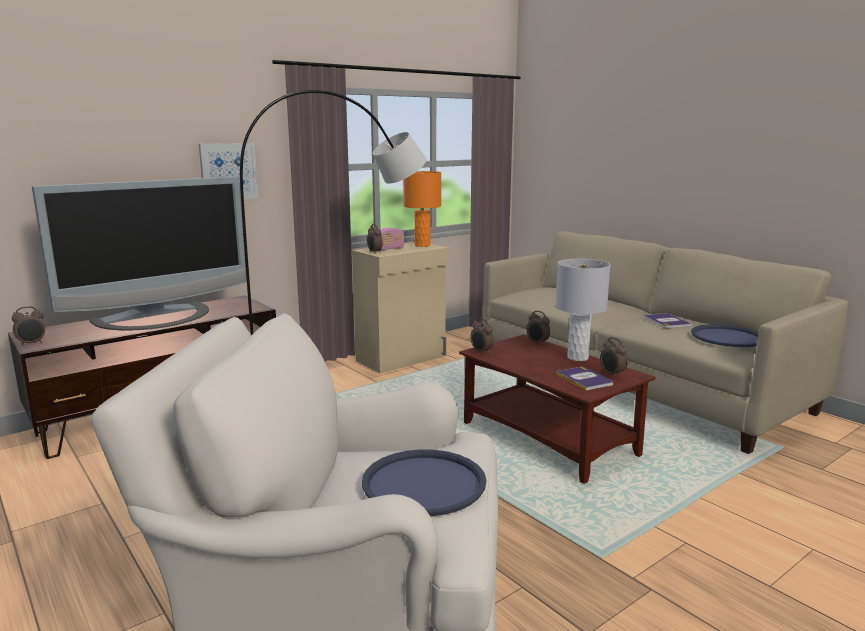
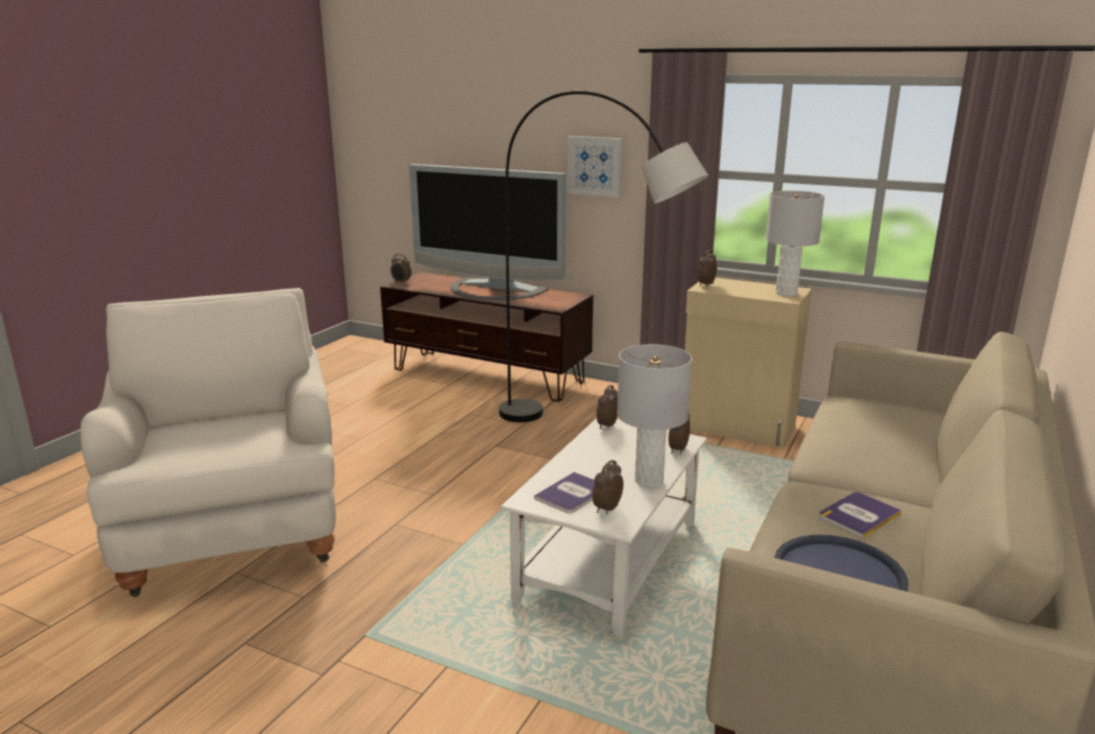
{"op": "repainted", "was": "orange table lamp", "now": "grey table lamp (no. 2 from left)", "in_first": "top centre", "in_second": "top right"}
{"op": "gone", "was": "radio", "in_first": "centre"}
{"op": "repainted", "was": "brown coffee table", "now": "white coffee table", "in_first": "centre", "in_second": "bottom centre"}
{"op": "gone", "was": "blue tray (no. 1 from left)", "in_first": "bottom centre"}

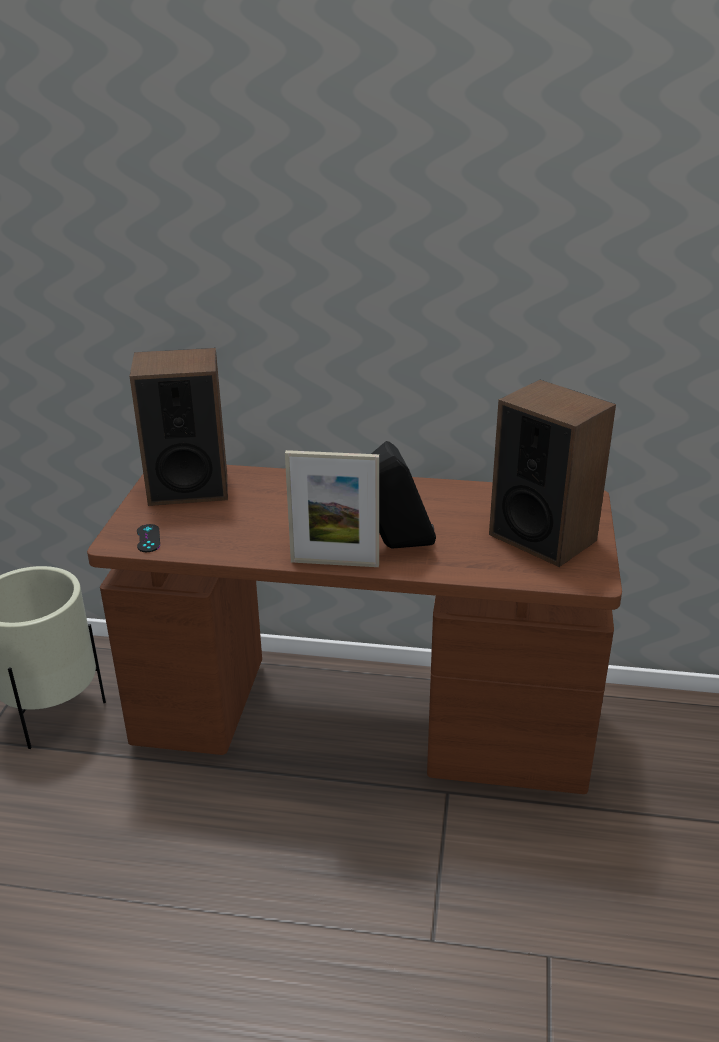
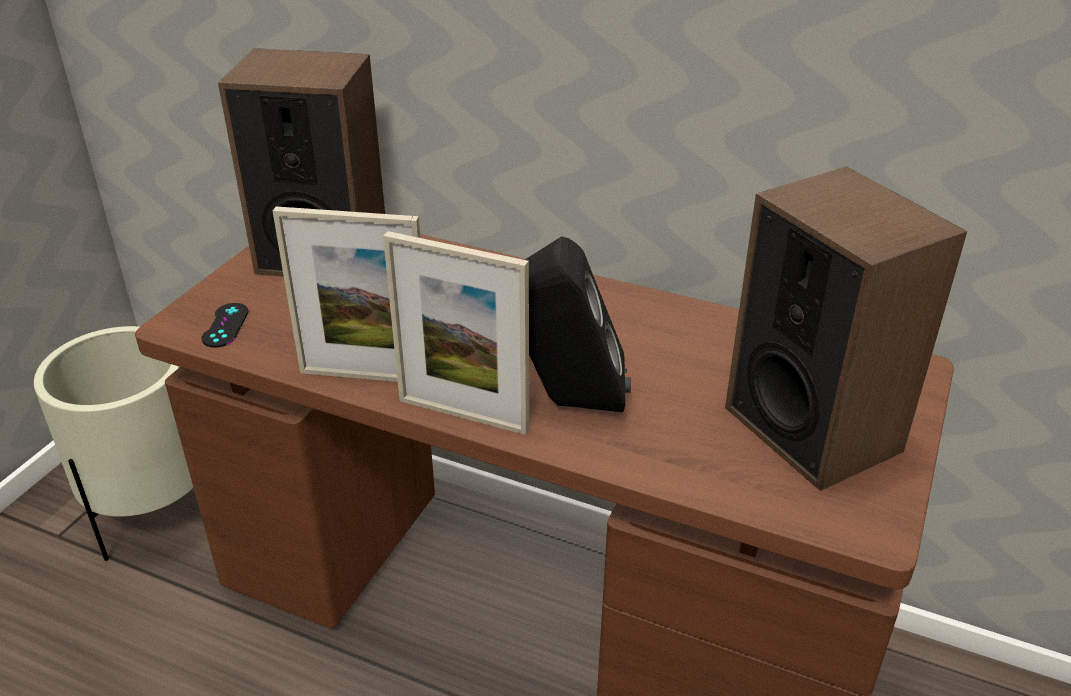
{"op": "new", "now": "picture frame (no. 1 from left)", "in_second": "middle left"}

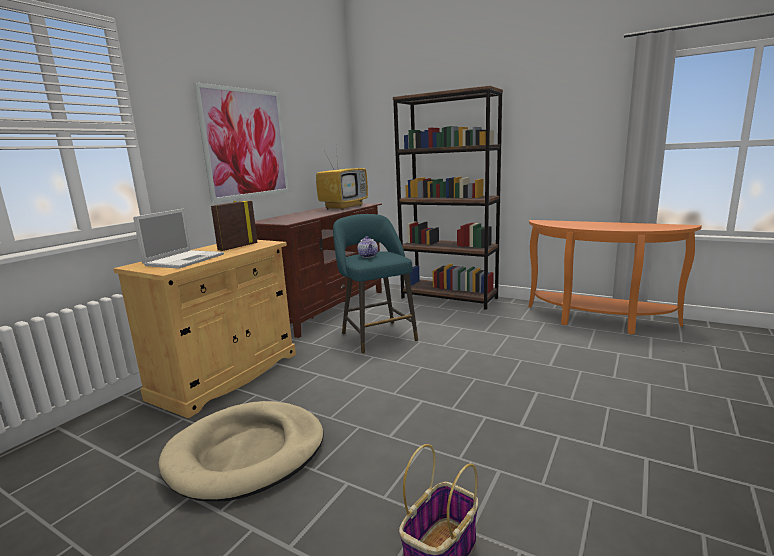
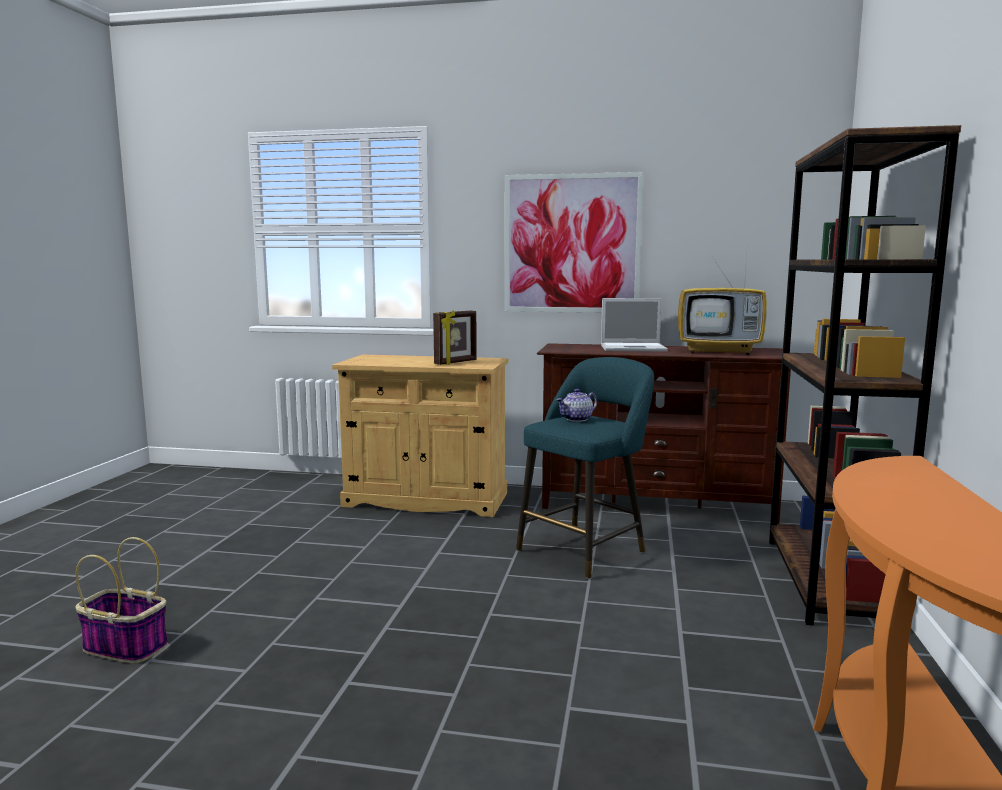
{"op": "rotated", "was": "picture frame", "in_first": "middle left", "in_second": "centre", "clockwise": 120}
{"op": "shifted", "was": "laptop", "in_first": "middle left", "in_second": "centre"}
{"op": "gone", "was": "beige dog bed", "in_first": "bottom left"}

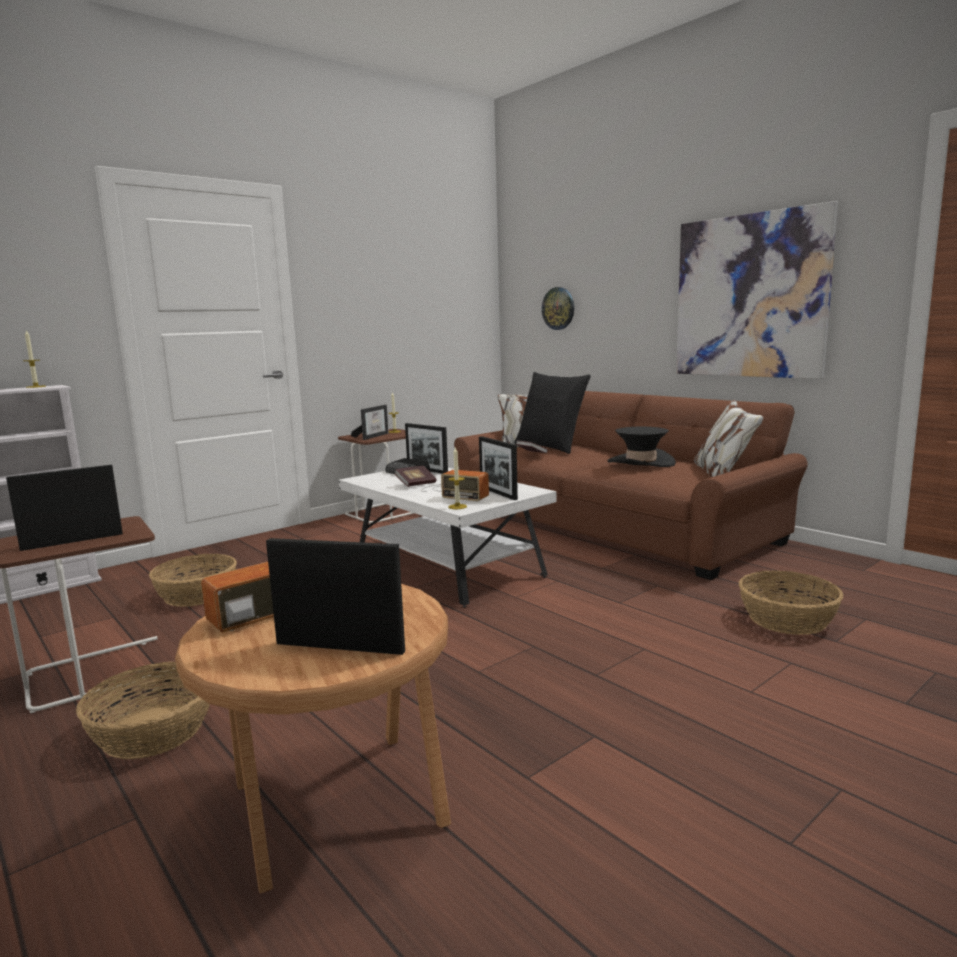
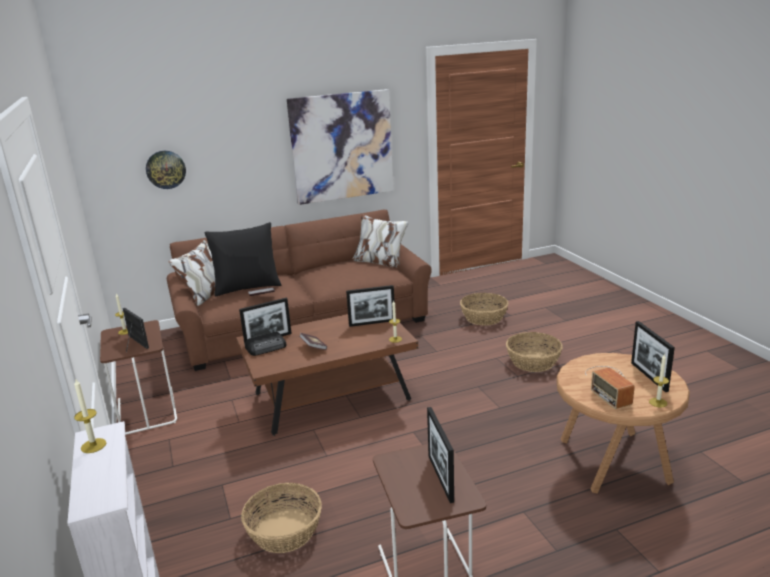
{"op": "gone", "was": "black hat", "in_first": "middle right"}
{"op": "repainted", "was": "white coffee table", "now": "brown coffee table", "in_first": "centre", "in_second": "centre"}
{"op": "gone", "was": "radio (no. 3 from left)", "in_first": "centre"}
{"op": "rotated", "was": "picture frame (no. 2 from left in the first image)", "in_first": "centre", "in_second": "middle right", "clockwise": -45}
{"op": "shifted", "was": "basket (no. 1 from left in the first image)", "now": "basket (no. 3 from left)", "in_first": "bottom left", "in_second": "middle right"}
{"op": "new", "now": "candle (no. 4 from left)", "in_second": "middle right"}

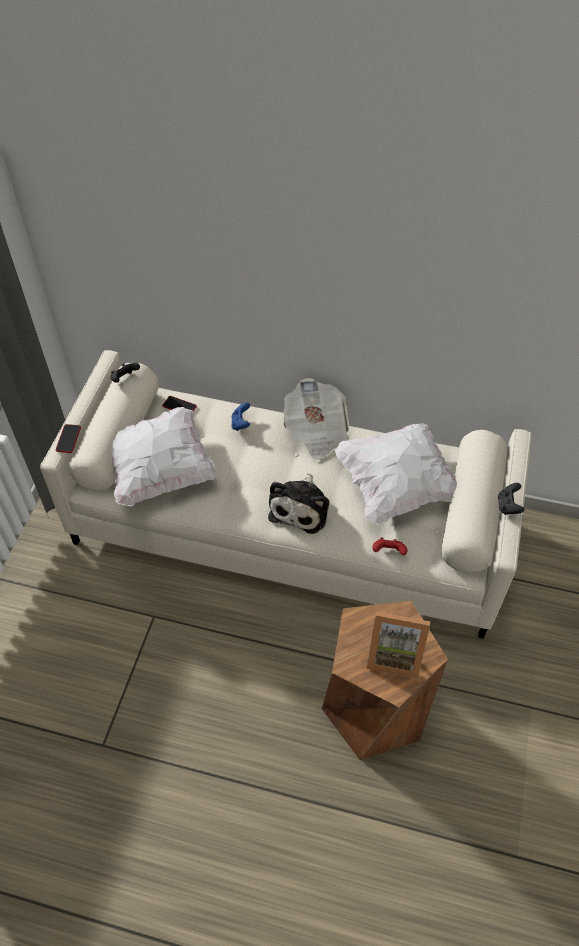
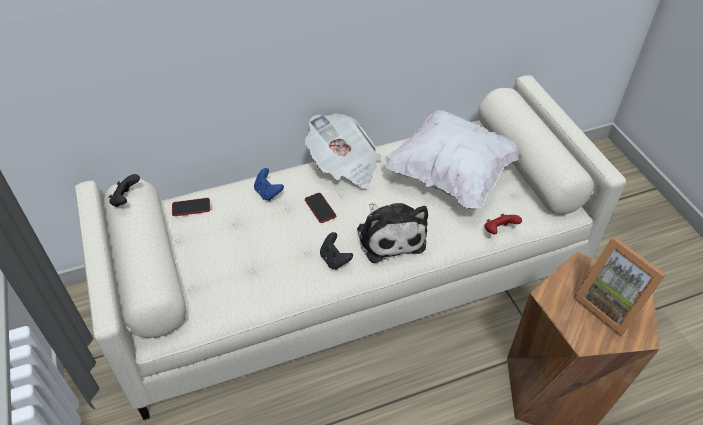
{"op": "gone", "was": "white pillow (no. 1 from left)", "in_first": "middle left"}
{"op": "shifted", "was": "phone (no. 1 from left in the first image)", "now": "phone (no. 2 from left)", "in_first": "middle left", "in_second": "centre"}
{"op": "shifted", "was": "black game controller (no. 2 from left)", "in_first": "middle right", "in_second": "centre"}
{"op": "rotated", "was": "picture frame", "in_first": "bottom right", "in_second": "bottom right", "clockwise": 75}

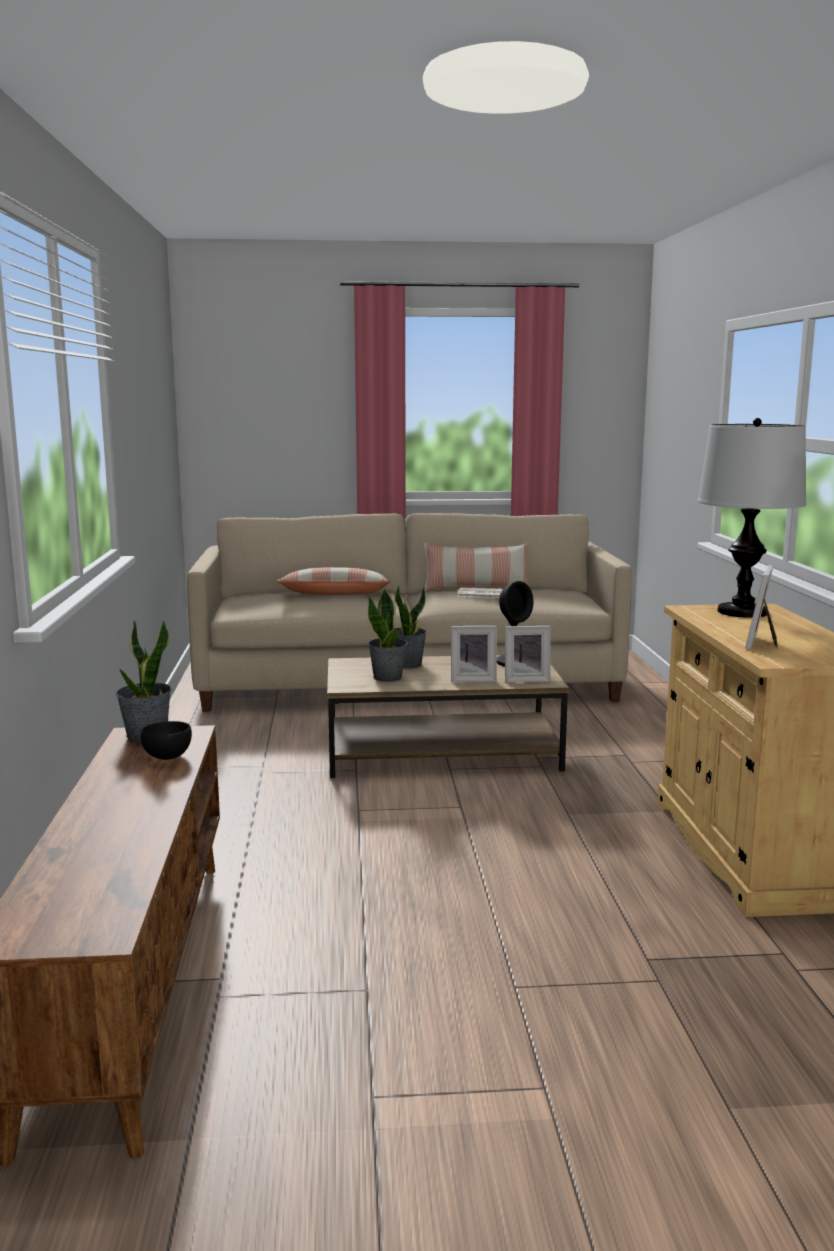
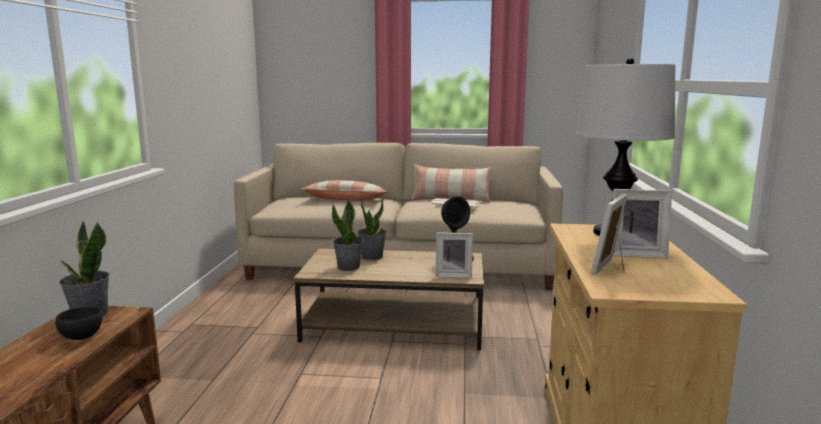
{"op": "shifted", "was": "picture frame (no. 1 from left in the first image)", "now": "picture frame (no. 3 from left)", "in_first": "centre", "in_second": "middle right"}

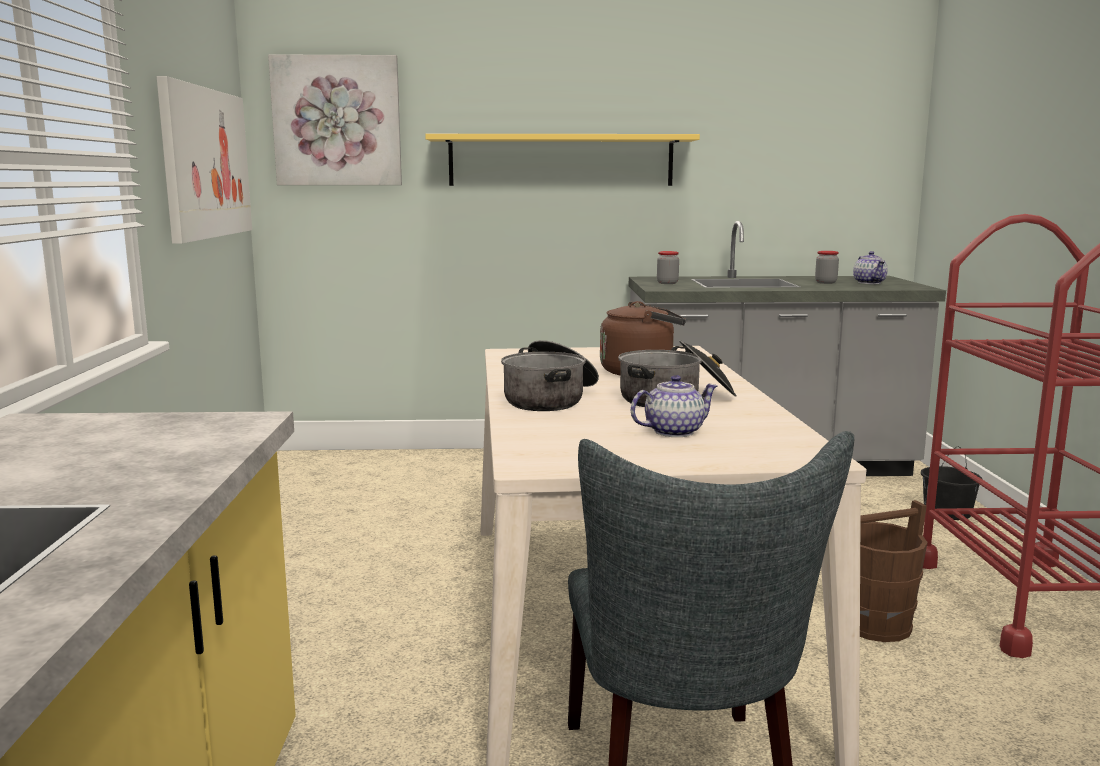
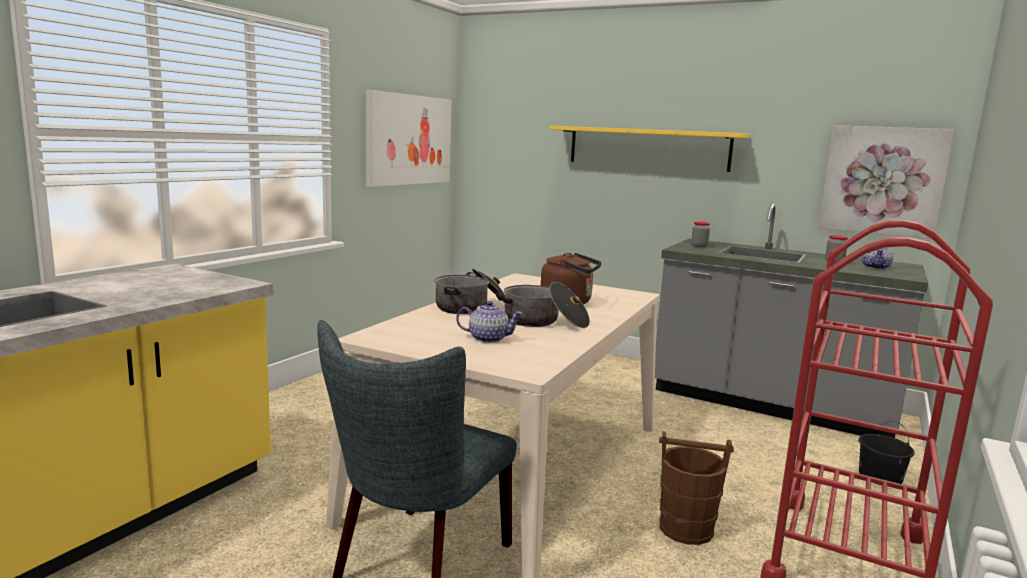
{"op": "shifted", "was": "picture (no. 2 from left)", "in_first": "top left", "in_second": "top right"}

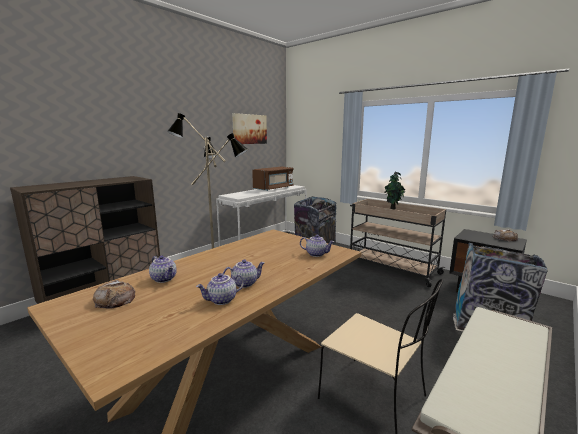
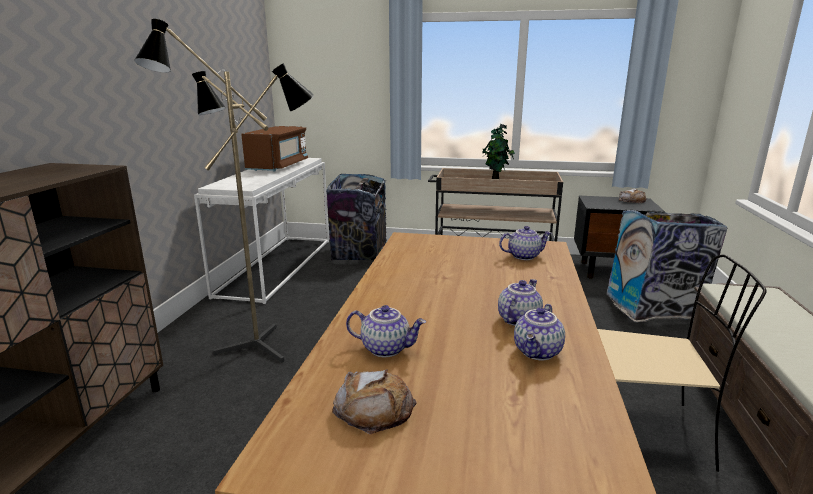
{"op": "gone", "was": "picture", "in_first": "top centre"}

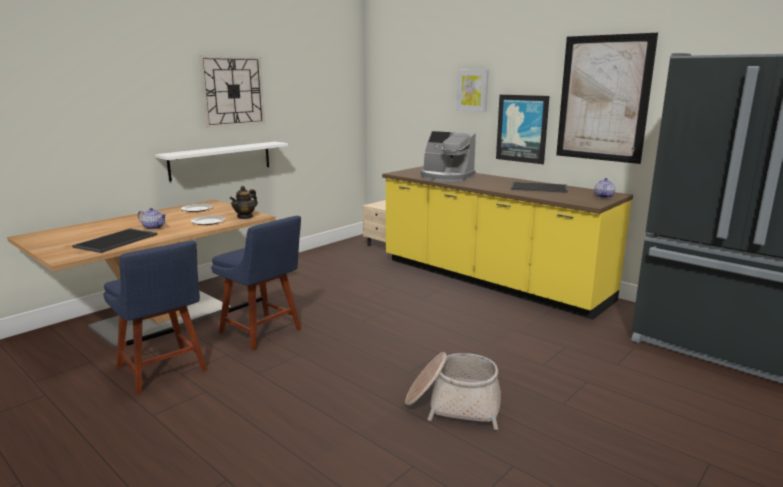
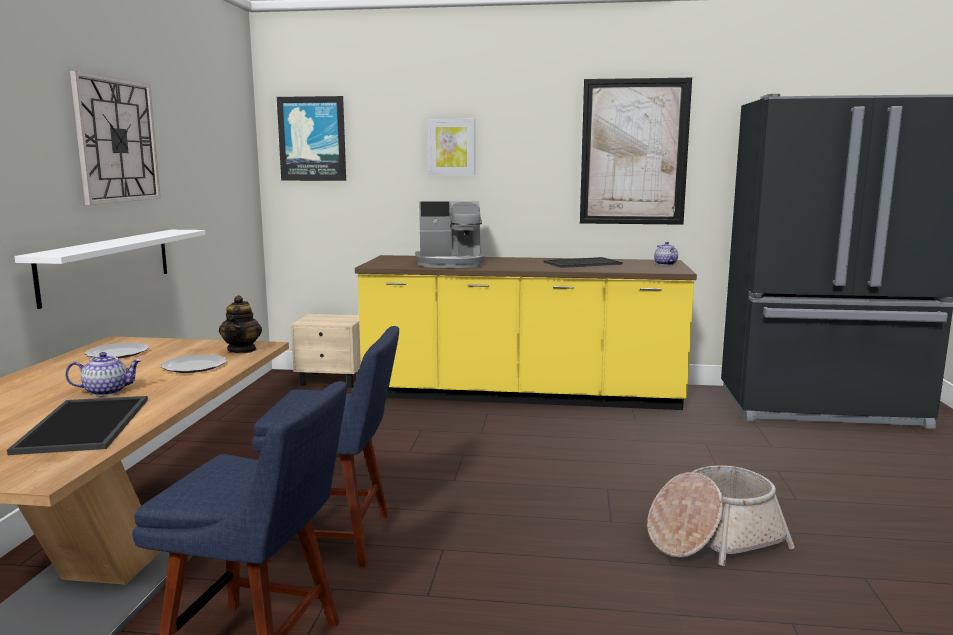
{"op": "shifted", "was": "picture (no. 2 from left in the first image)", "now": "picture (no. 1 from left)", "in_first": "top right", "in_second": "top left"}

